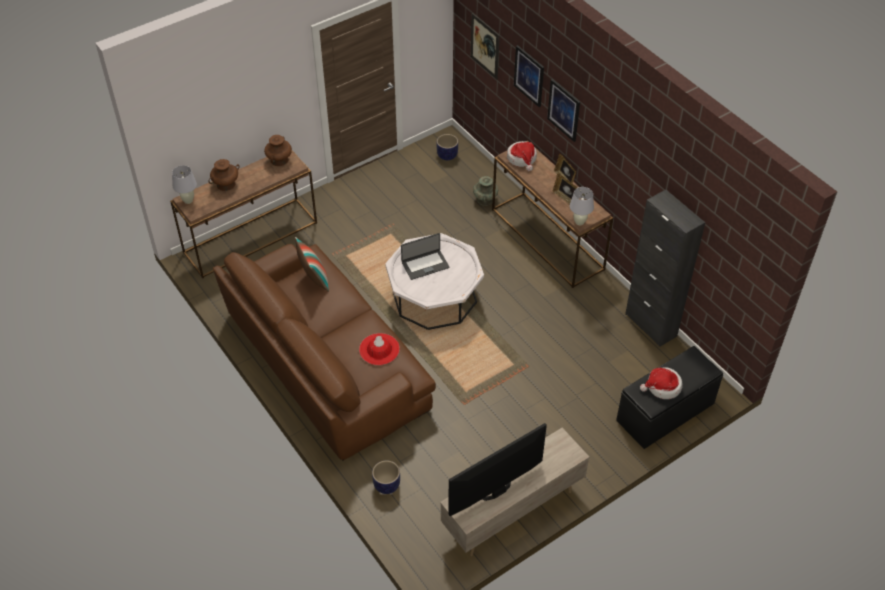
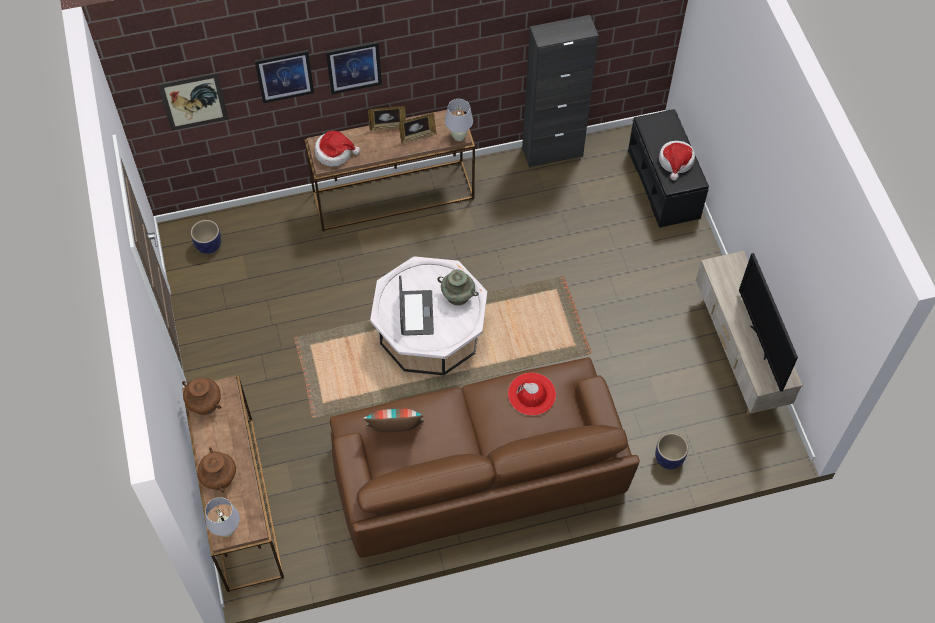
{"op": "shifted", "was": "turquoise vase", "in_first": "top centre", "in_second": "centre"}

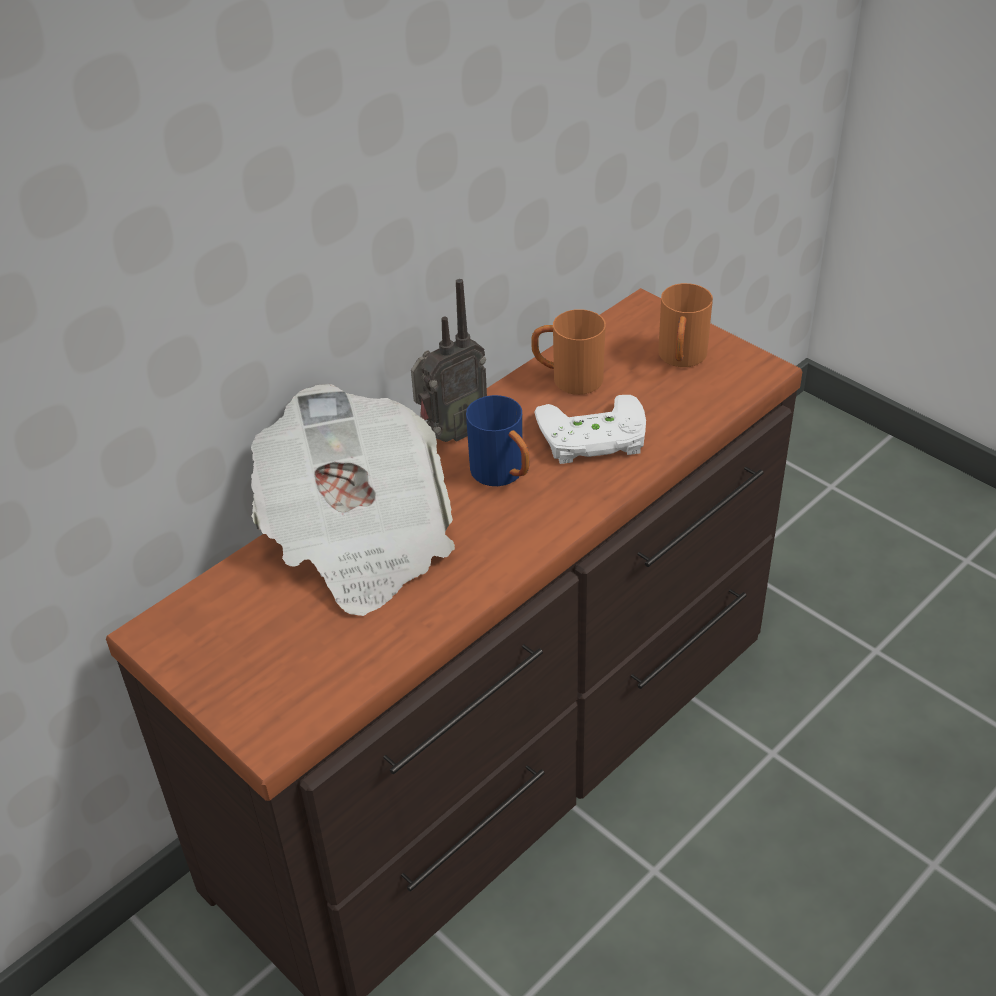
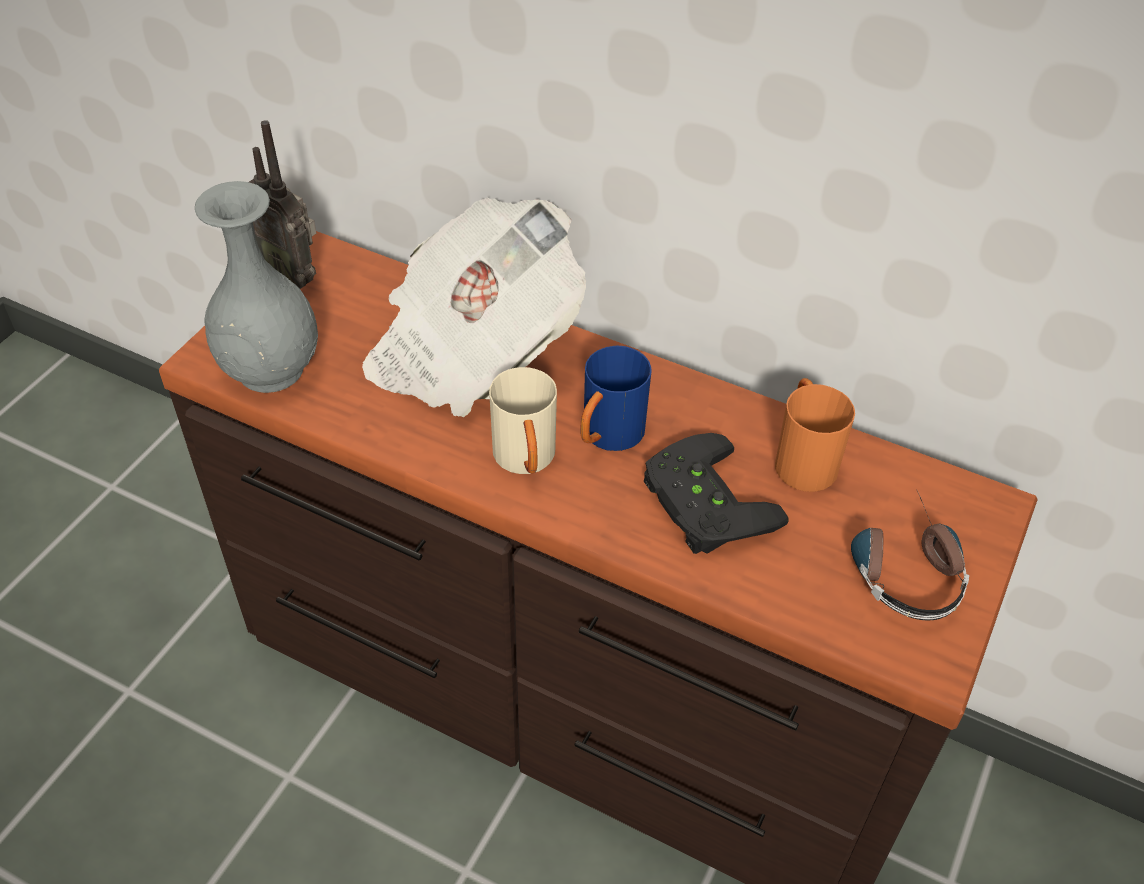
{"op": "shifted", "was": "radio", "in_first": "centre", "in_second": "top left"}
{"op": "swapped", "was": "orange mug (no. 2 from left)", "now": "headphones", "in_first": "top right", "in_second": "middle right"}
{"op": "repainted", "was": "white game controller", "now": "black game controller", "in_first": "centre", "in_second": "centre"}
{"op": "new", "now": "grey vase", "in_second": "top left"}
{"op": "new", "now": "beige mug", "in_second": "centre"}

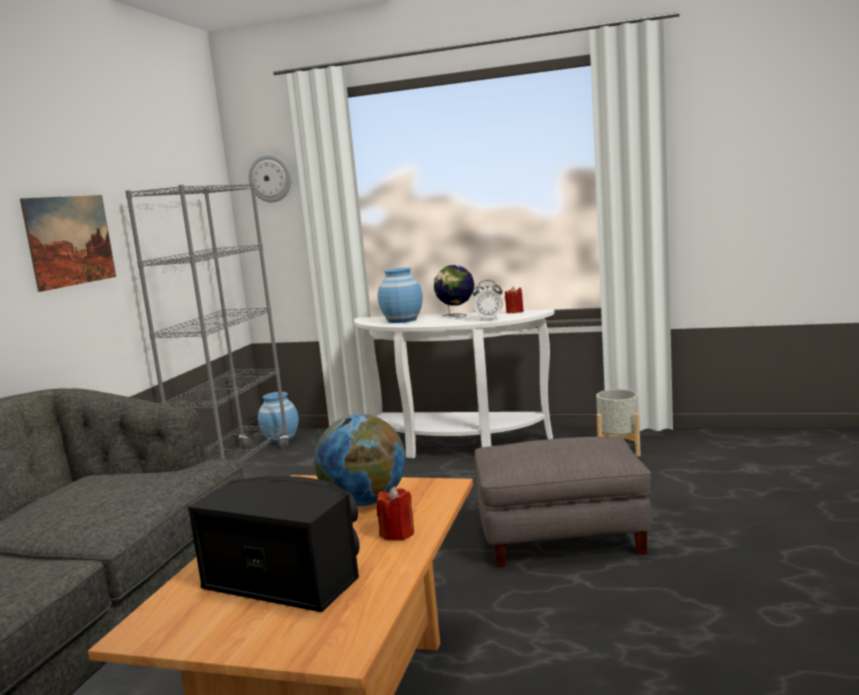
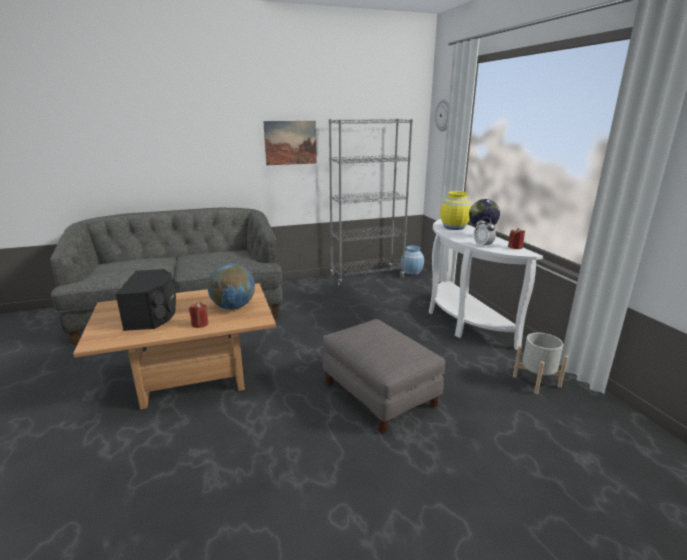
{"op": "repainted", "was": "blue vase (no. 2 from left)", "now": "yellow vase", "in_first": "centre", "in_second": "centre"}

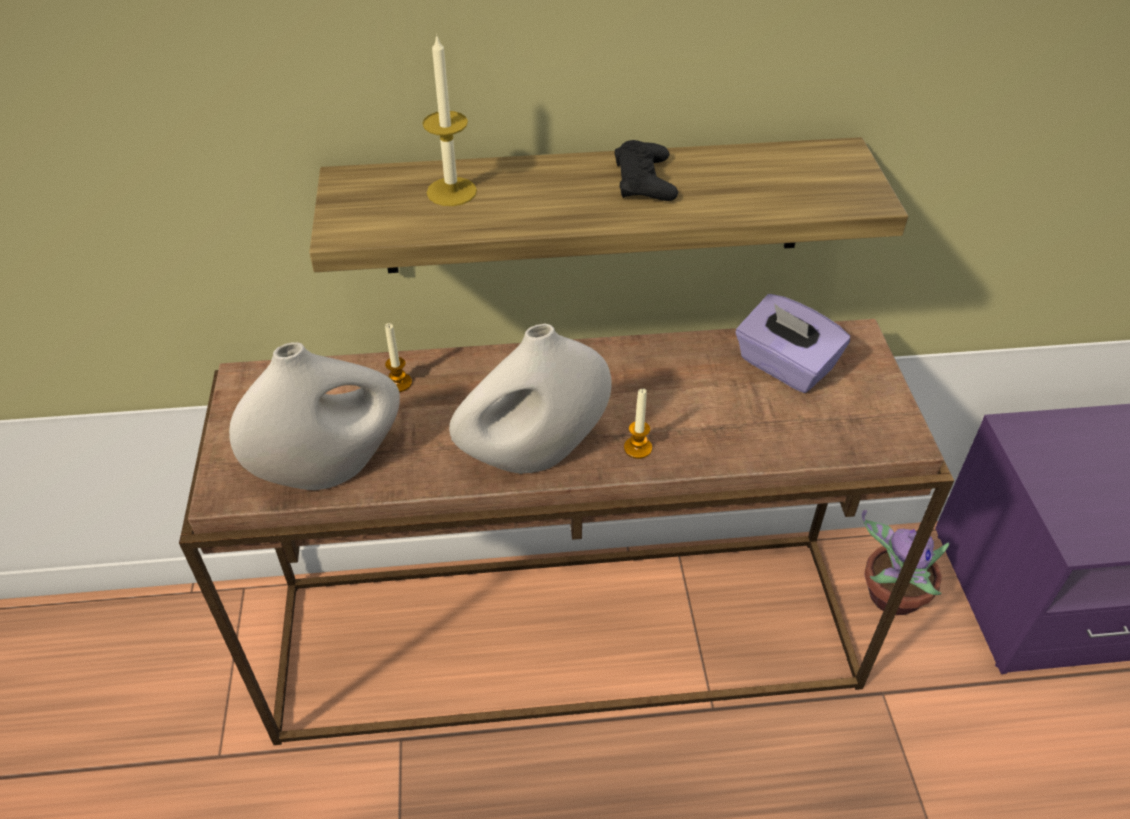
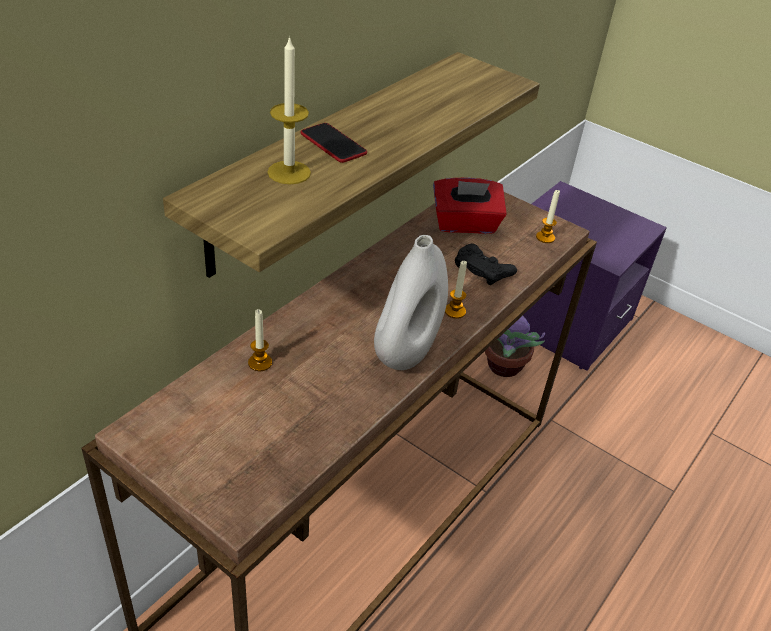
{"op": "shifted", "was": "black game controller", "in_first": "top centre", "in_second": "centre"}
{"op": "repainted", "was": "purple tissue box", "now": "red tissue box", "in_first": "middle right", "in_second": "top centre"}
{"op": "gone", "was": "white vase (no. 1 from left)", "in_first": "middle left"}
{"op": "new", "now": "phone", "in_second": "top centre"}
{"op": "new", "now": "candle (no. 4 from left)", "in_second": "middle right"}

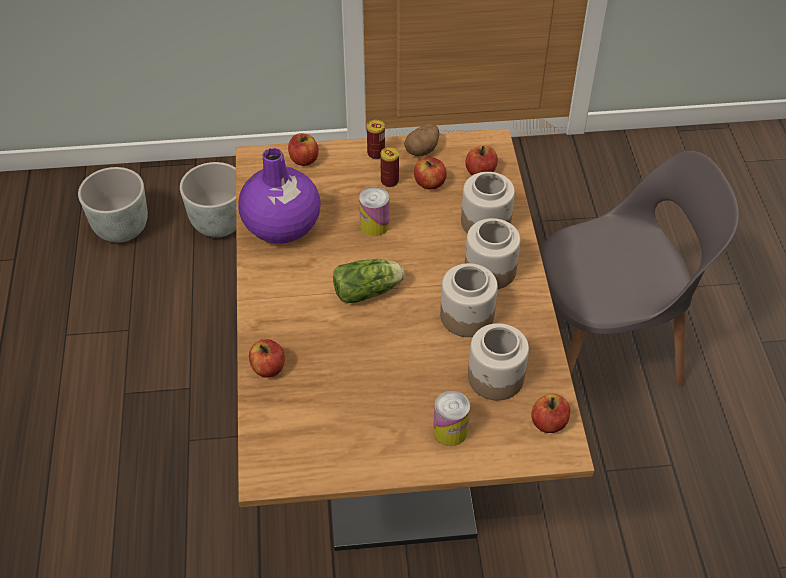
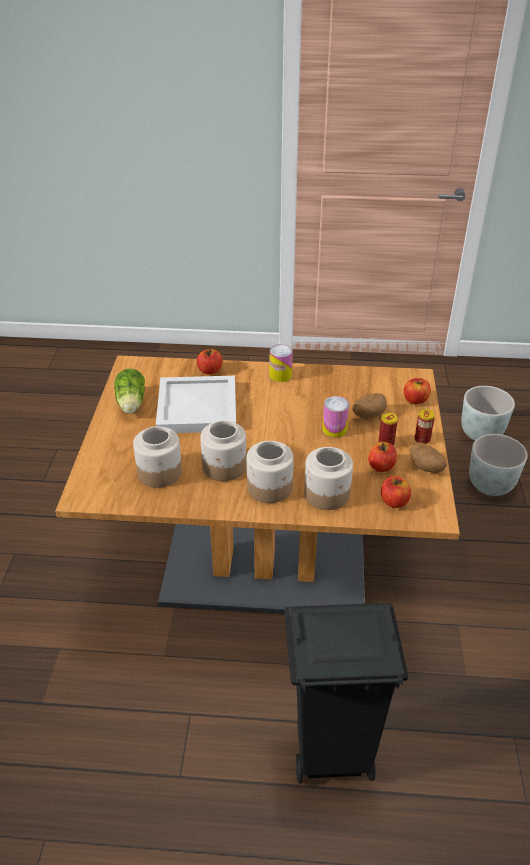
{"op": "gone", "was": "purple vase", "in_first": "centre"}
{"op": "swapped", "was": "grey chair", "now": "black trash can", "in_first": "middle right", "in_second": "bottom centre"}
{"op": "shifted", "was": "lettuce", "in_first": "centre", "in_second": "middle left"}
{"op": "shifted", "was": "can (no. 4 from left in the first image)", "now": "can (no. 1 from left)", "in_first": "bottom centre", "in_second": "centre"}
{"op": "gone", "was": "apple (no. 5 from left)", "in_first": "bottom right"}
{"op": "new", "now": "white tray", "in_second": "centre"}
{"op": "new", "now": "potato (no. 1 from left)", "in_second": "middle right"}

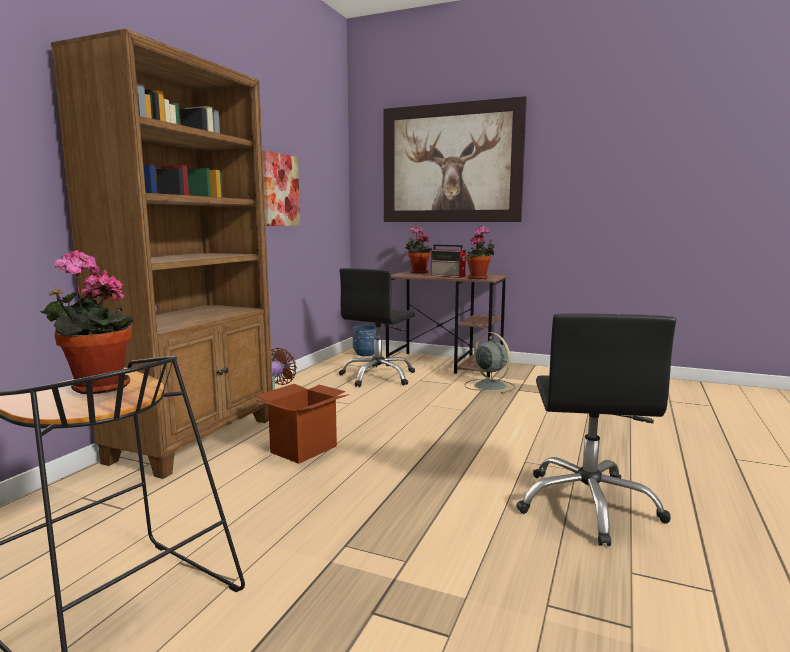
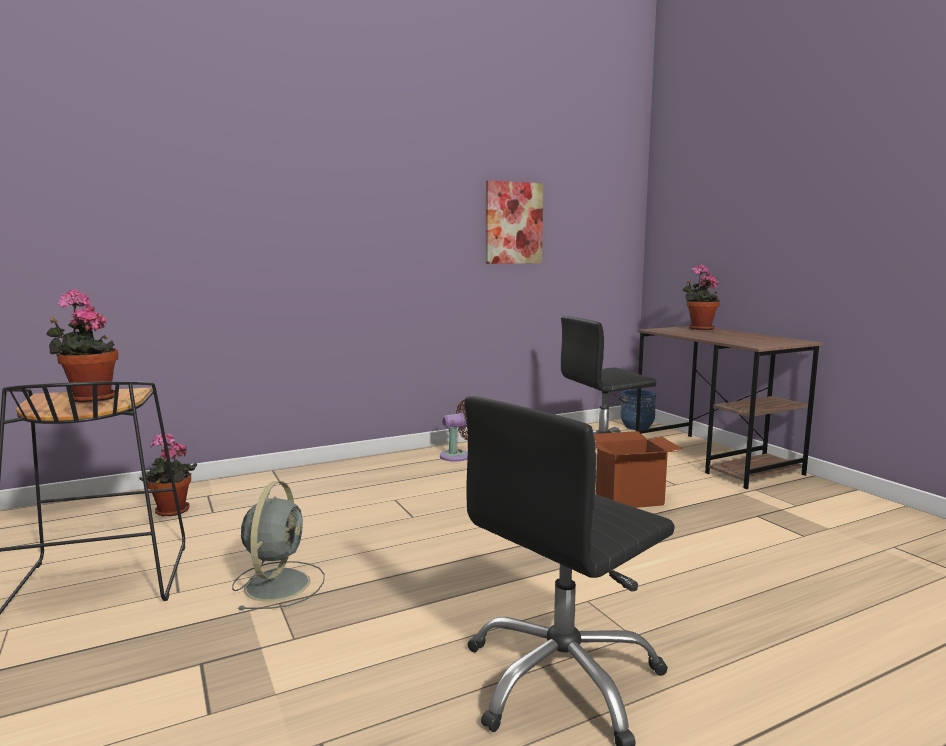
{"op": "gone", "was": "brown bookcase", "in_first": "middle left"}
{"op": "gone", "was": "picture (no. 2 from left)", "in_first": "top centre"}
{"op": "shifted", "was": "potted plant (no. 3 from left in the first image)", "now": "potted plant (no. 2 from left)", "in_first": "centre", "in_second": "middle left"}
{"op": "gone", "was": "radio", "in_first": "centre"}
{"op": "shifted", "was": "grey fan", "in_first": "centre", "in_second": "bottom left"}
{"op": "shifted", "was": "cardboard box", "in_first": "centre", "in_second": "middle right"}

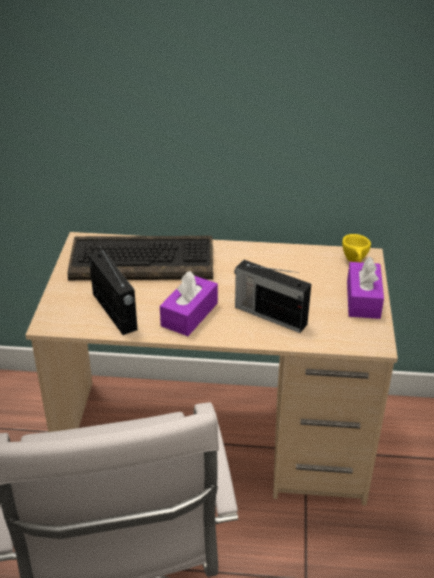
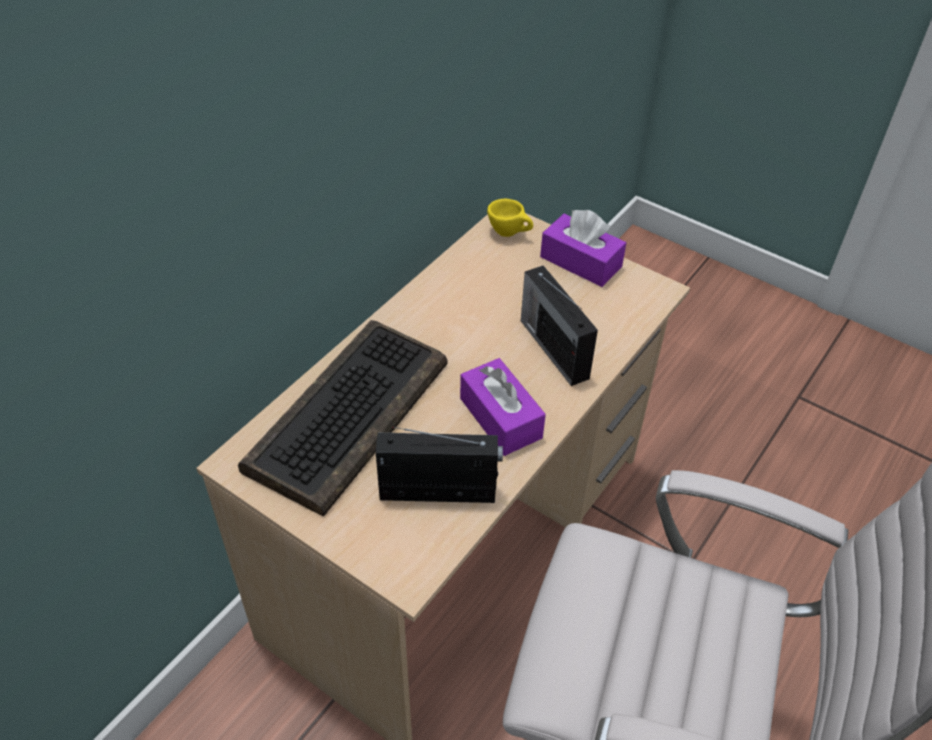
{"op": "rotated", "was": "radio (no. 2 from left)", "in_first": "centre", "in_second": "centre", "clockwise": 90}

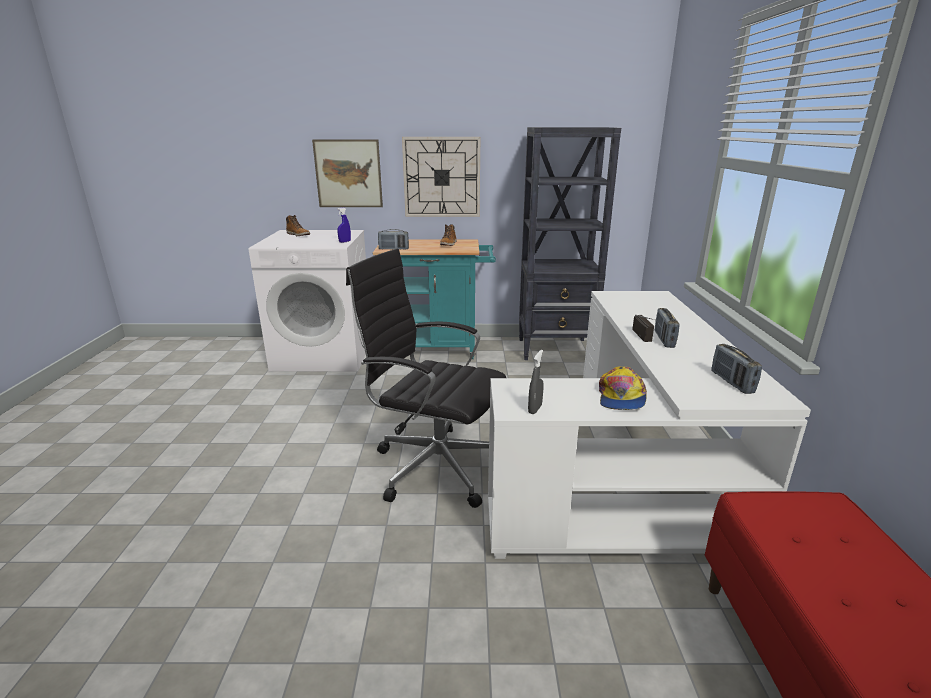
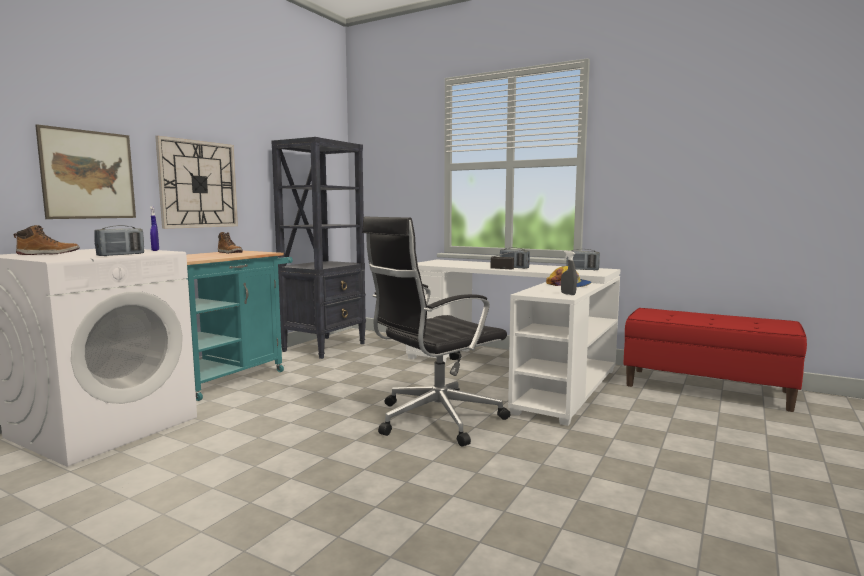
{"op": "shifted", "was": "radio (no. 1 from left)", "in_first": "centre", "in_second": "middle left"}

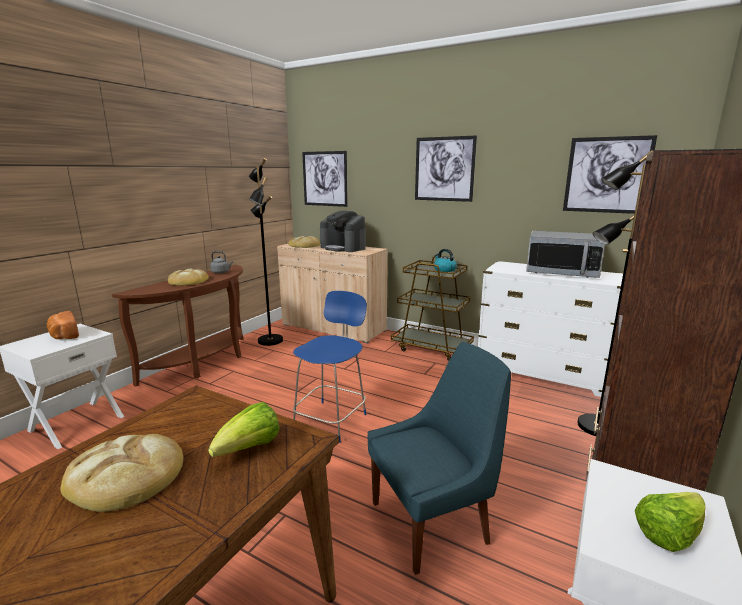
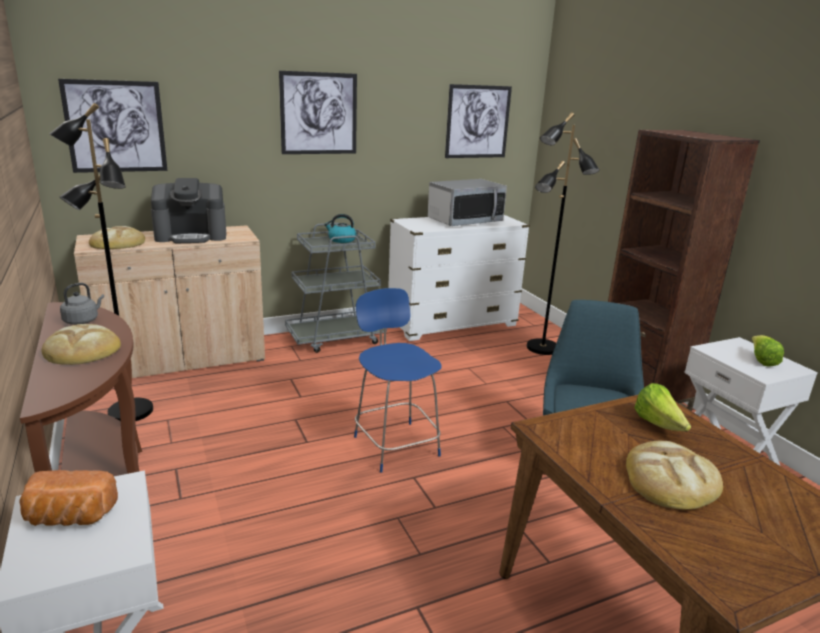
{"op": "repainted", "was": "brown cart", "now": "grey cart", "in_first": "centre", "in_second": "centre"}

